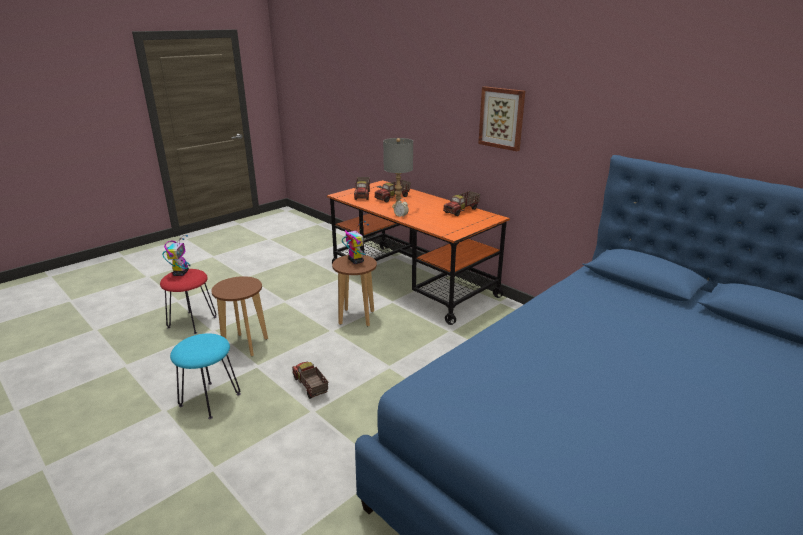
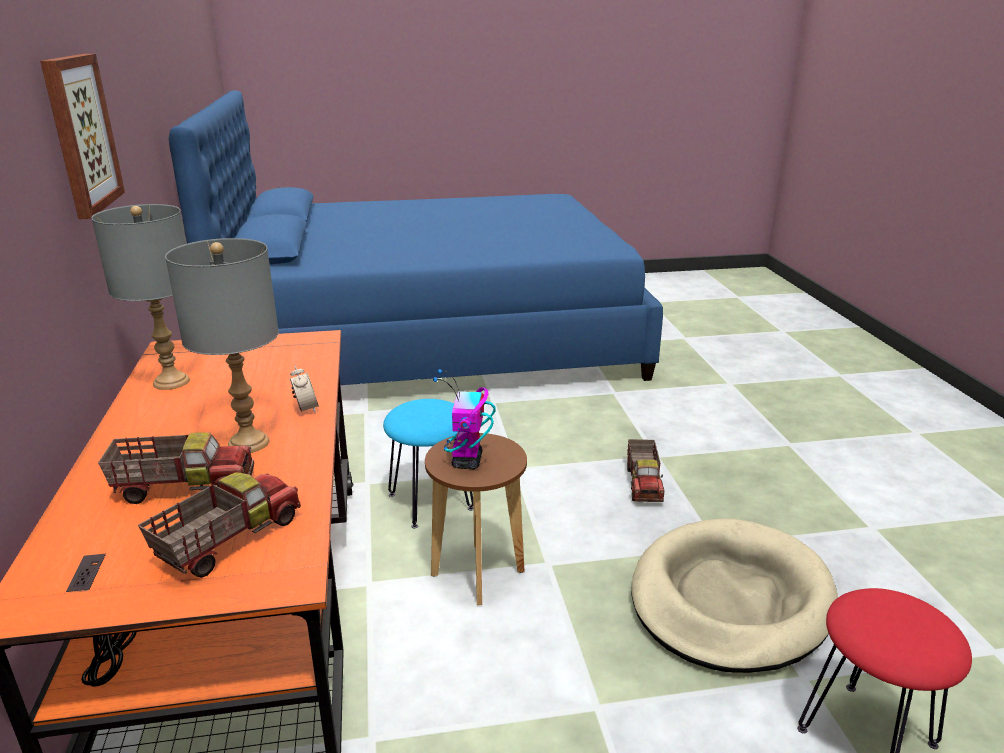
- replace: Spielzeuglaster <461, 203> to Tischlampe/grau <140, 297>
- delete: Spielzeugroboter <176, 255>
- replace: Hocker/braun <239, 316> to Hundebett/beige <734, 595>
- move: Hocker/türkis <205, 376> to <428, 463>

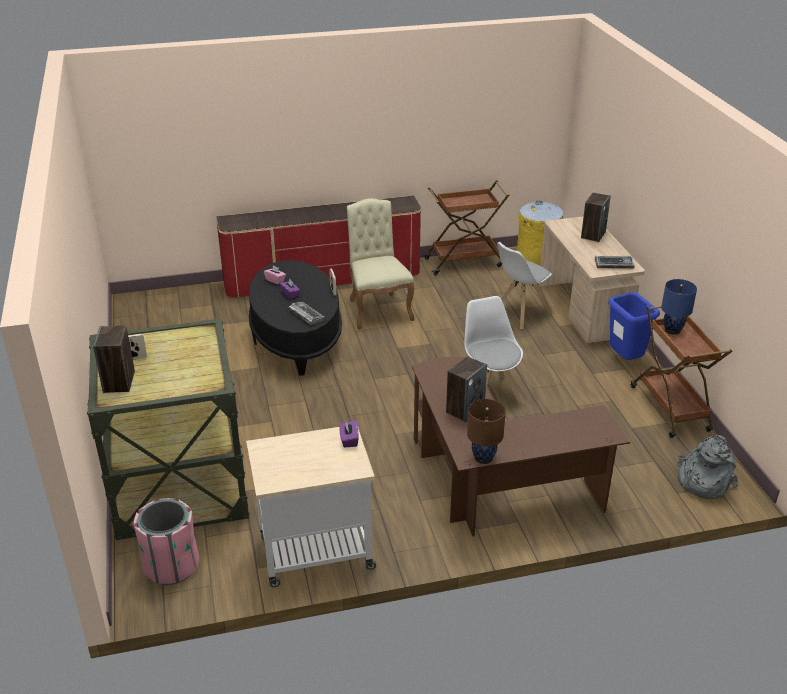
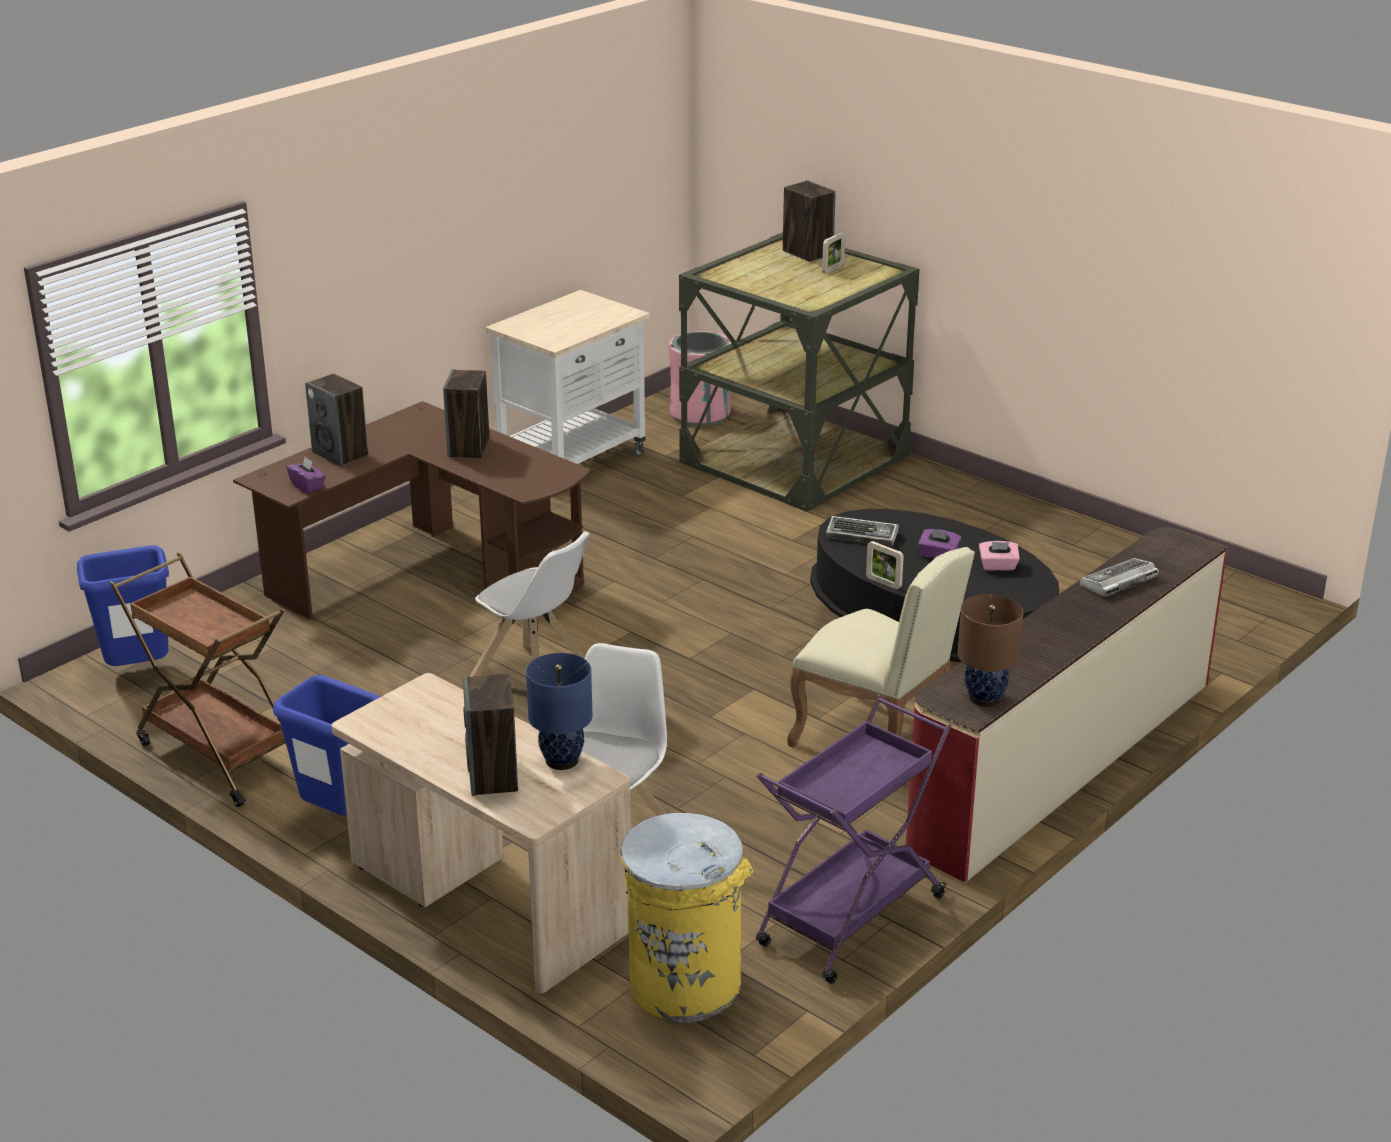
- recolor: Rollwagen/braun <466, 228> to Rollwagen/lila <854, 838>
- move: Tastatur <615, 262> to <1119, 577>
- move: Tischlampe/blau <679, 307> to <559, 711>
- move: Tischlampe/braun <486, 431> to <991, 650>
- move: Taschentuchbox/lila <349, 434> to <306, 475>
- replace: Rucksack/grau <707, 467> to Mülleimer/blau <123, 605>
- insert: Lautsprecher <336, 420>

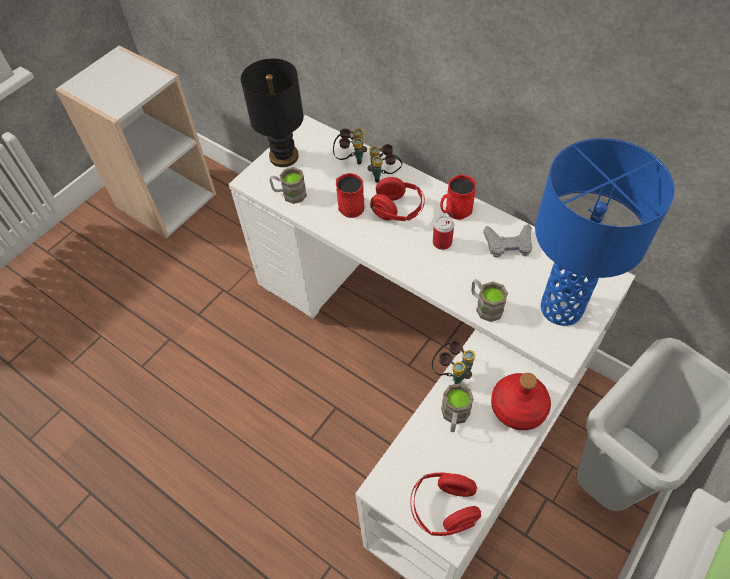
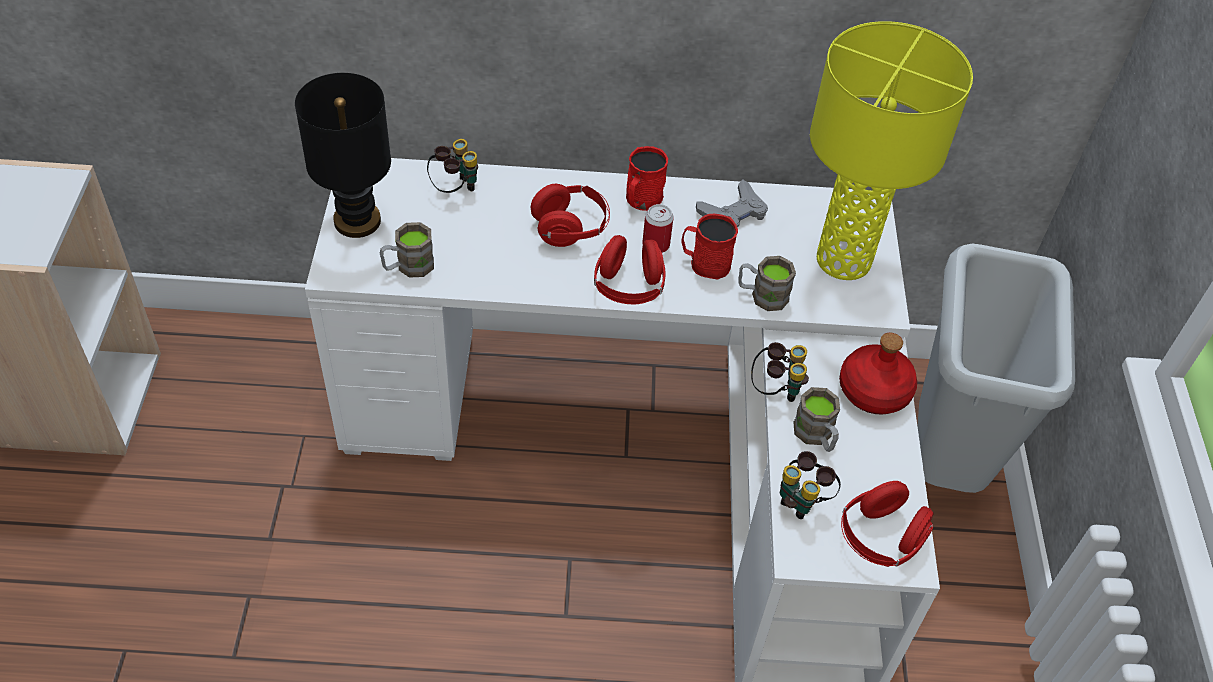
- recolor: Tischlampe/blau <605, 232> to Tischlampe/gelb <891, 150>
- move: Fernglas <385, 163> to <810, 485>
- move: Henkelbecher/rot <350, 195> to <709, 247>
- insert: Kopfhörer/rot <630, 269>

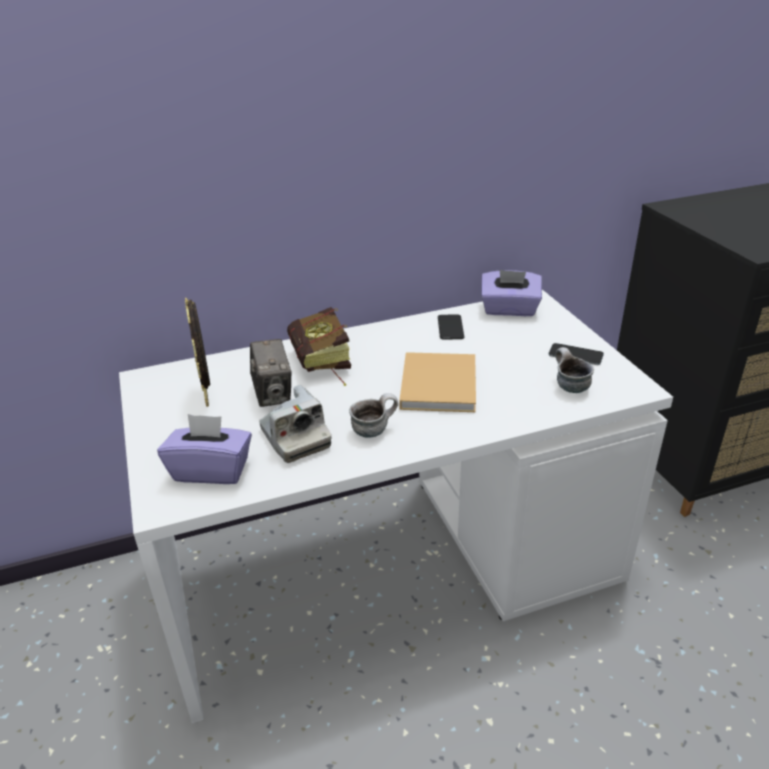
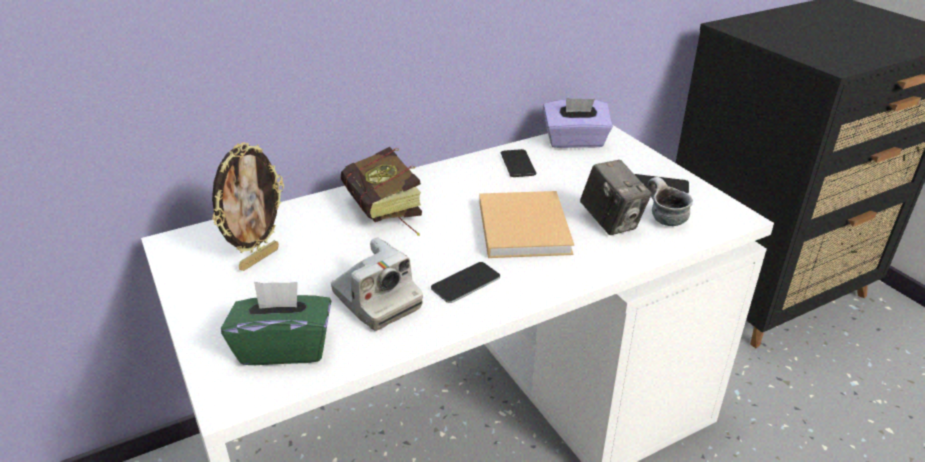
- rotate: Bilderrahmen <197, 352> = <248, 206> 120 degrees counterclockwise
- move: Kamera <271, 373> to <616, 197>
- replace: Henkelbecher <373, 415> to Handy <465, 282>
- recolor: Taschentuchbox/lila <204, 449> to Taschentuchbox/grün <276, 323>

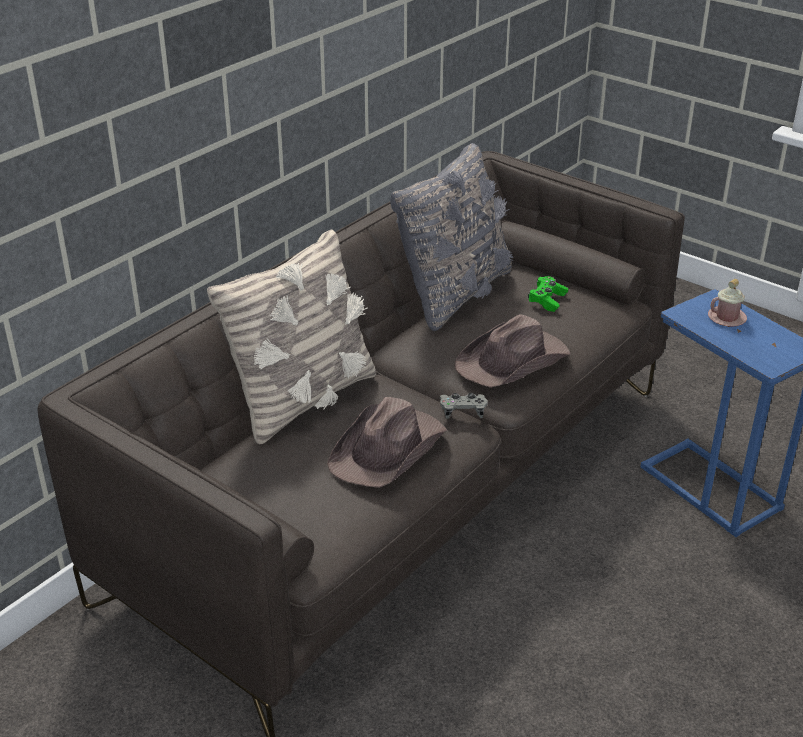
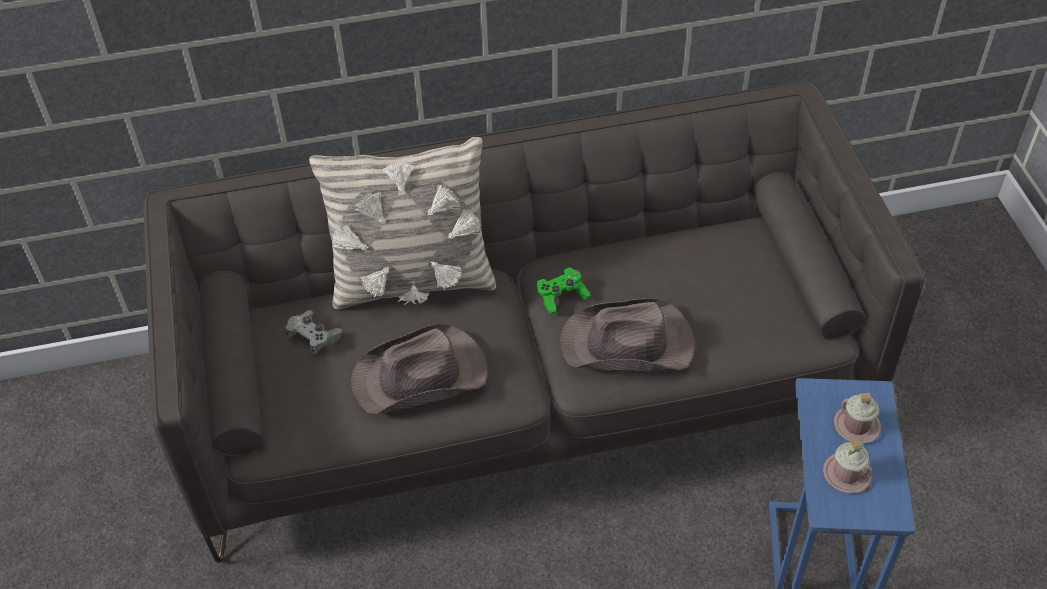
- delete: Kissen/grau <451, 237>
- move: Gamepad/grün <548, 294> to <563, 291>
- move: Gamepad/grau <463, 406> to <314, 332>
- insert: Henkelbecher/rosa <847, 466>

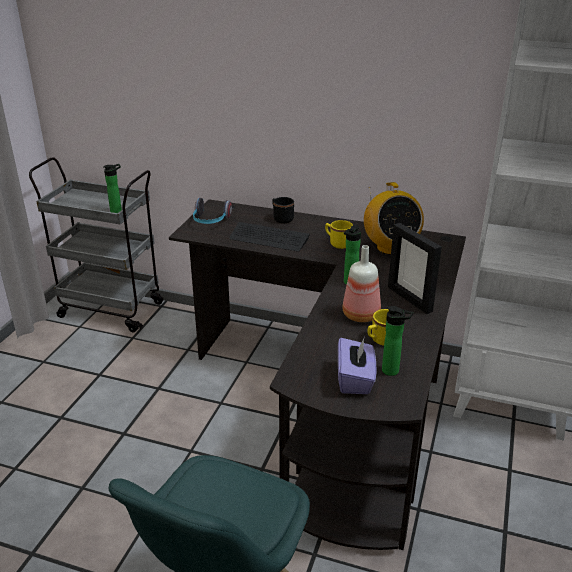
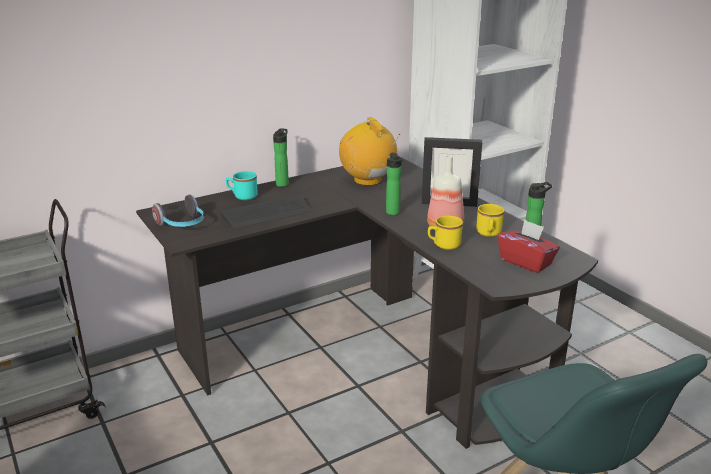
- move: Flasche <112, 188> to <281, 157>
- rotate: Radio <394, 218> = <369, 151> 150 degrees counterclockwise
- recolor: Henkelbecher/schwarz <283, 210> to Henkelbecher/türkis <241, 185>
- move: Henkelbecher/gelb <339, 234> to <445, 233>
- recolor: Taschentuchbox/lila <357, 366> to Taschentuchbox/rot <529, 246>

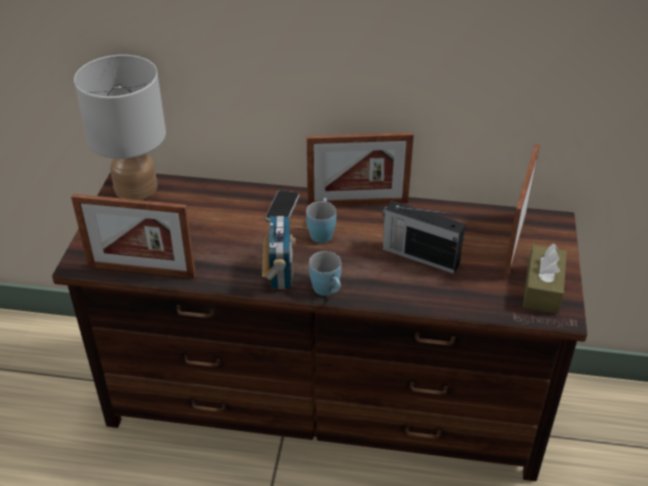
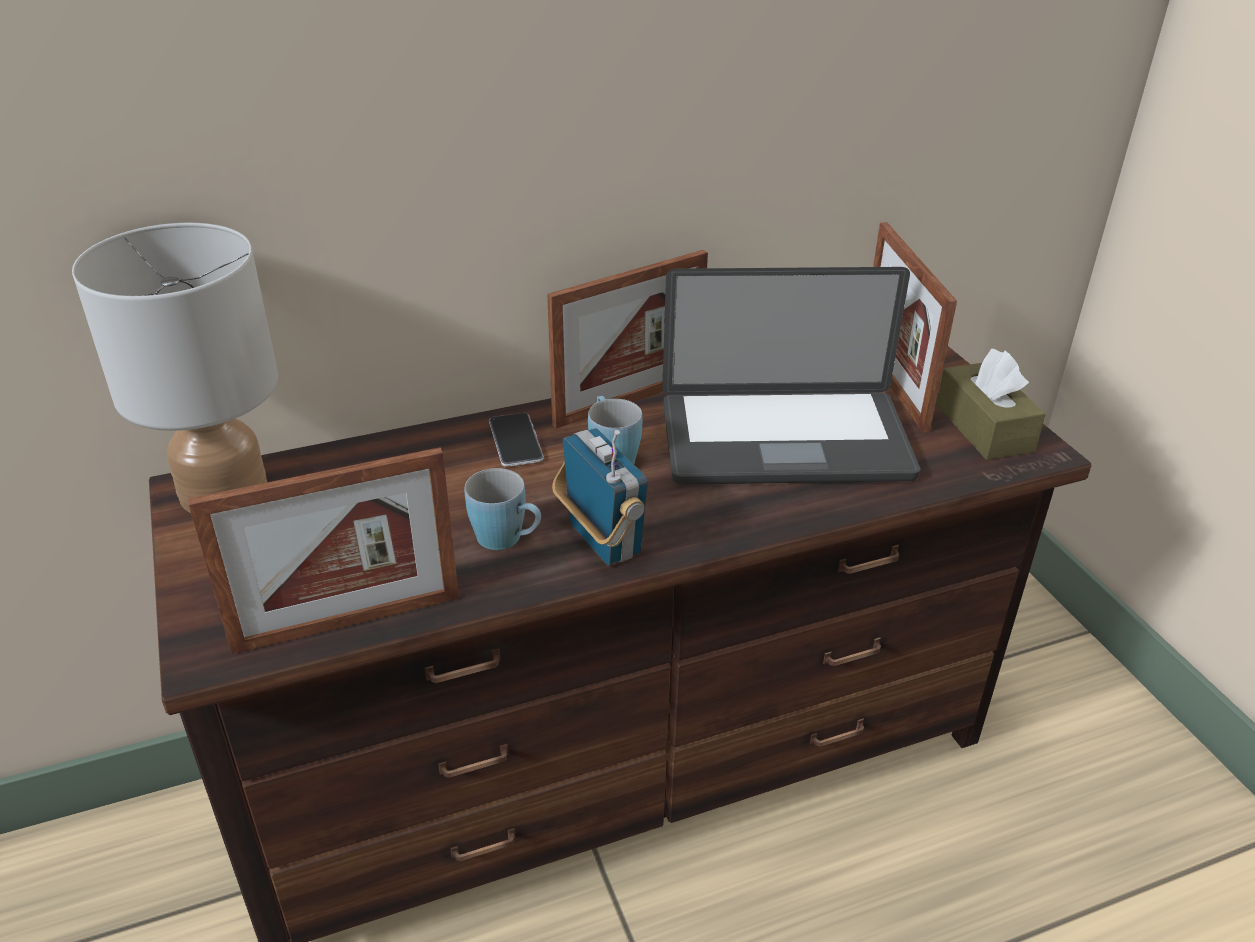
- replace: Radio <423, 237> to Laptop <791, 376>
- move: Henkelbecher/blau <325, 273> to <502, 509>

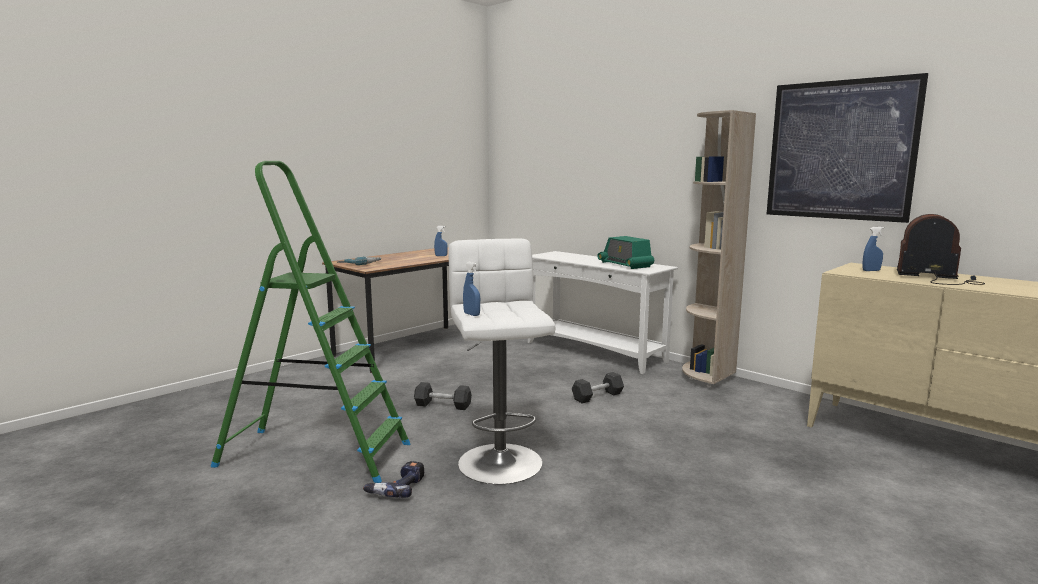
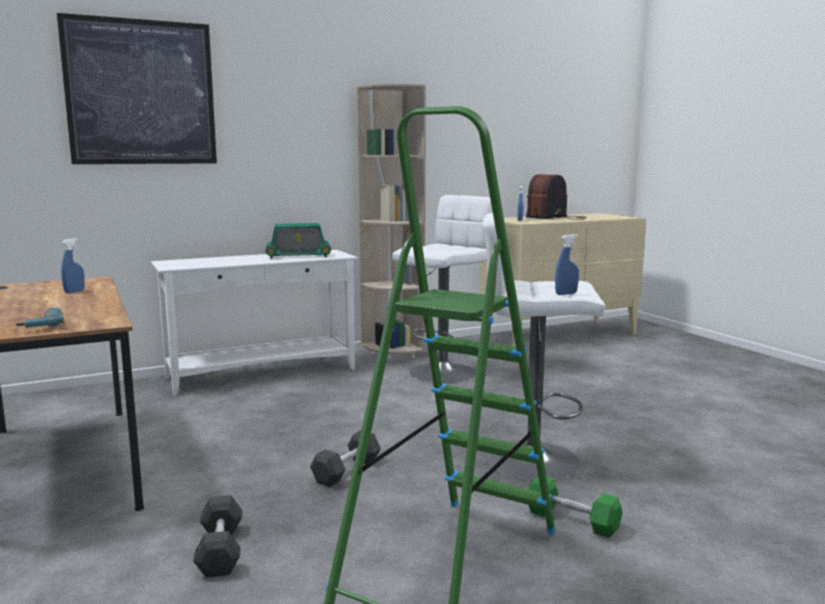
- move: Bild <847, 148> to <137, 88>
- move: Hantel/grau <598, 388> to <217, 536>
- replace: Bohrmaschine <393, 479> to Hantel/grün <575, 507>
- insert: Hocker/weiß <442, 289>

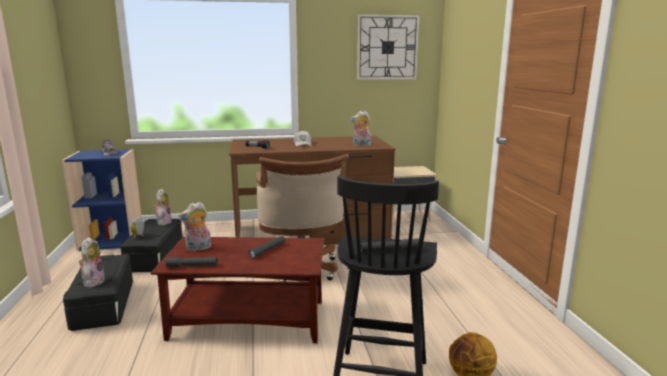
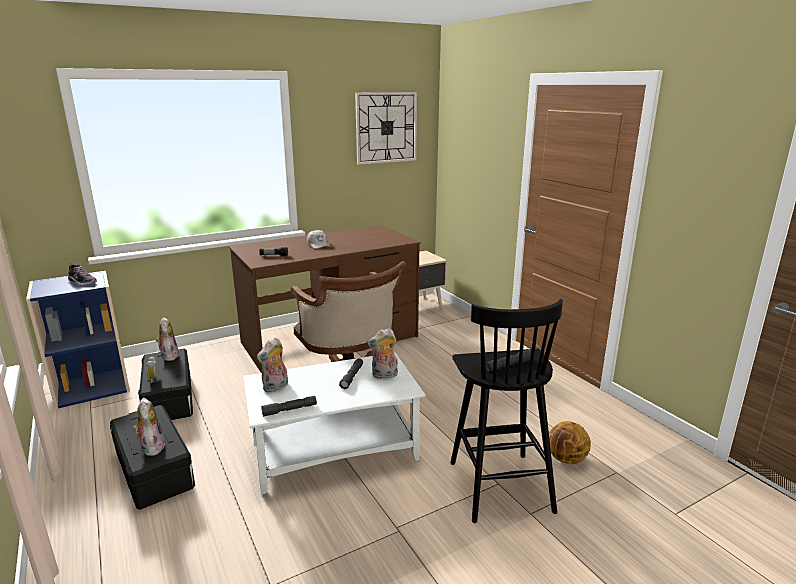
- move: Plüschtier <361, 128> to <382, 353>
- recolor: Couchtisch/braun <237, 290> to Couchtisch/weiß <334, 424>

